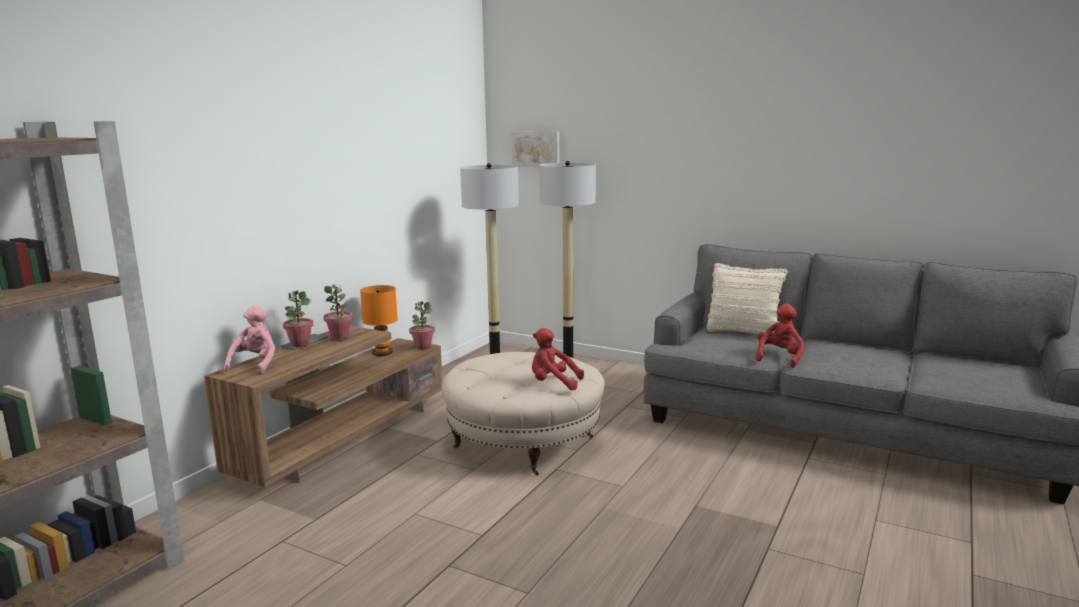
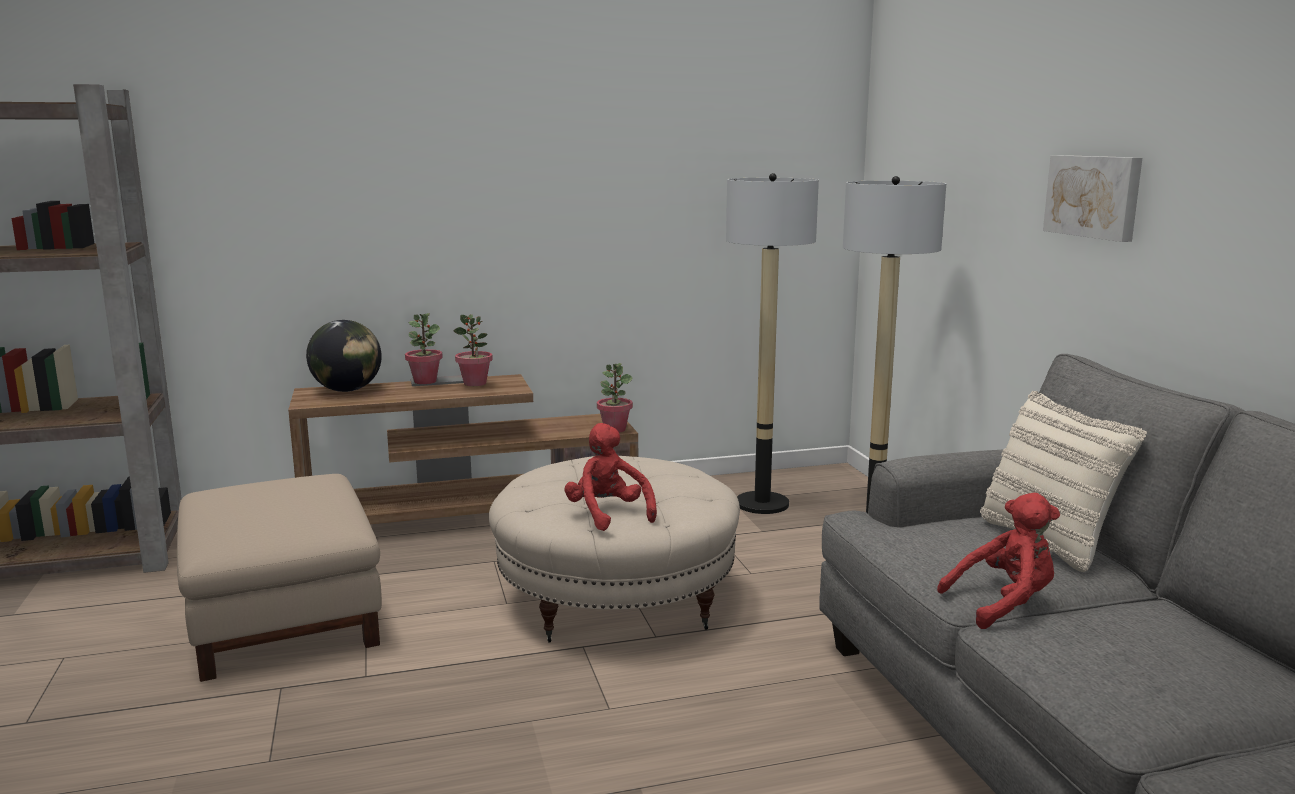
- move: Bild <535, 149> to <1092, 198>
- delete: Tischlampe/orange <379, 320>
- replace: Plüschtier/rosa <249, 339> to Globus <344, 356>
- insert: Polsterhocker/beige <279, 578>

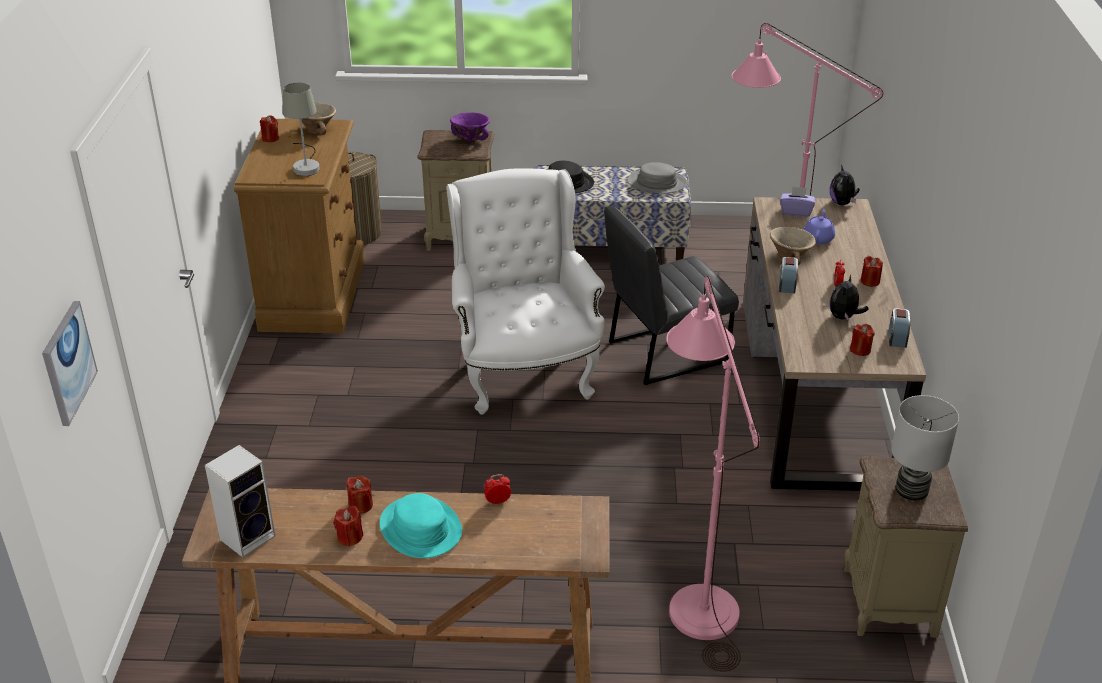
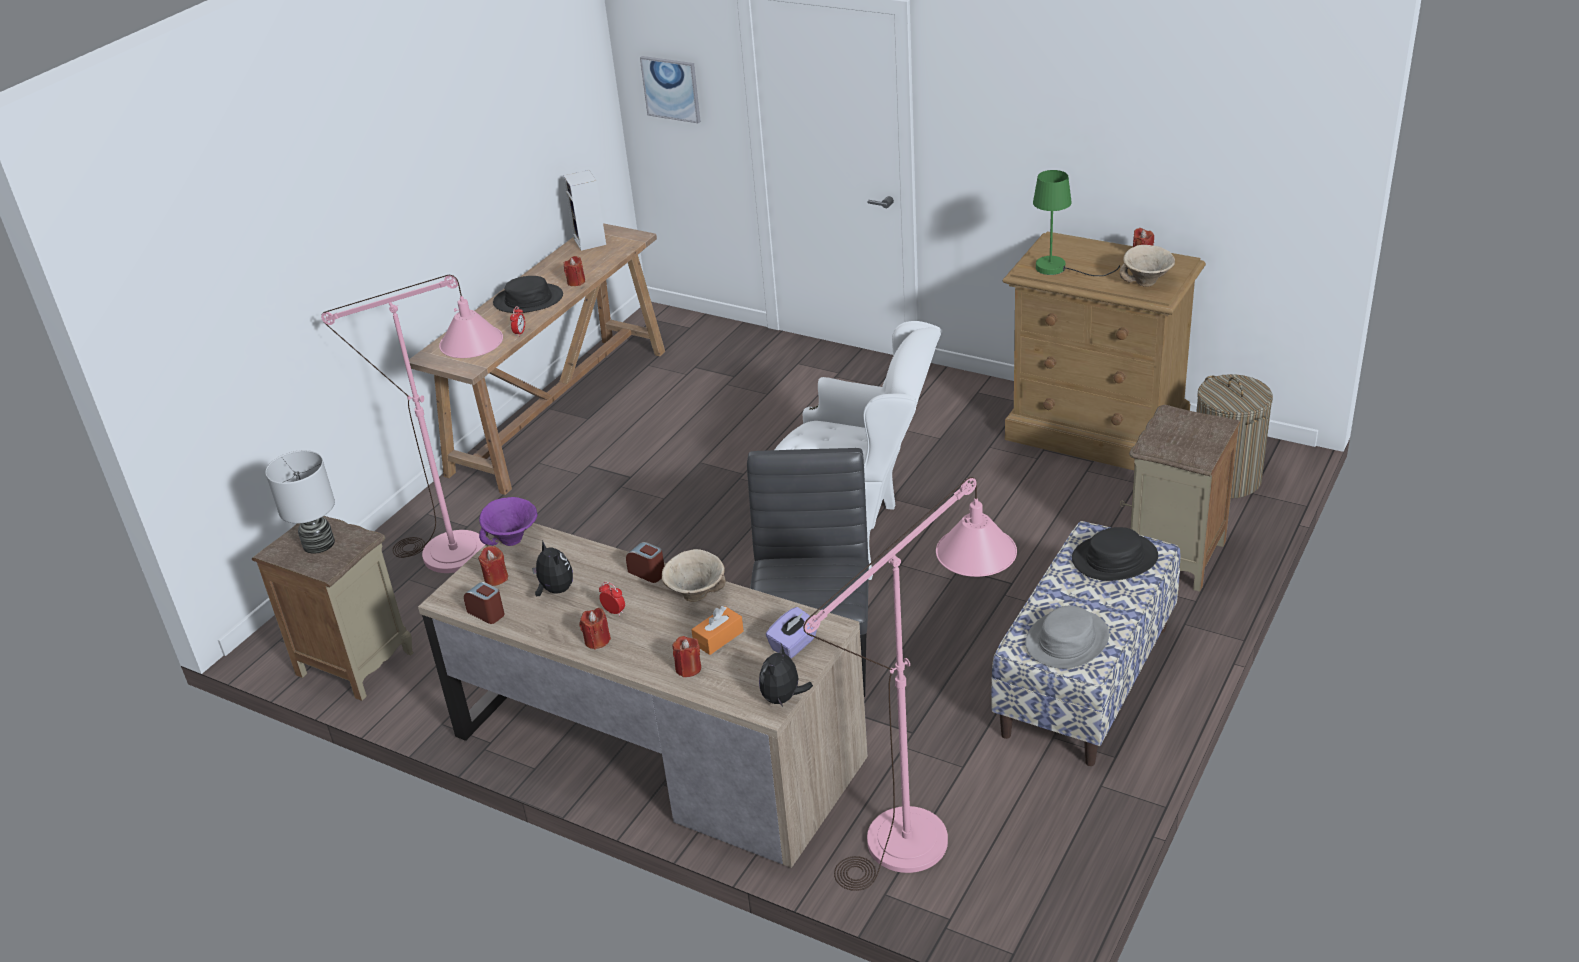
- recolor: Tischlampe/grau <301, 129> to Tischlampe/grün <1076, 223>
- move: Schüssel/lila <470, 126> to <508, 521>
- rotate: Plüschtier <845, 185> = <786, 675> 90 degrees counterclockwise
- replace: Teekanne/lila <819, 226> to Taschentuchbox/orange <717, 630>
- recolor: Hut/türkis <421, 525> to Hut/schwarz <528, 294>
- move: Kerze/rot <348, 526> to <686, 656>

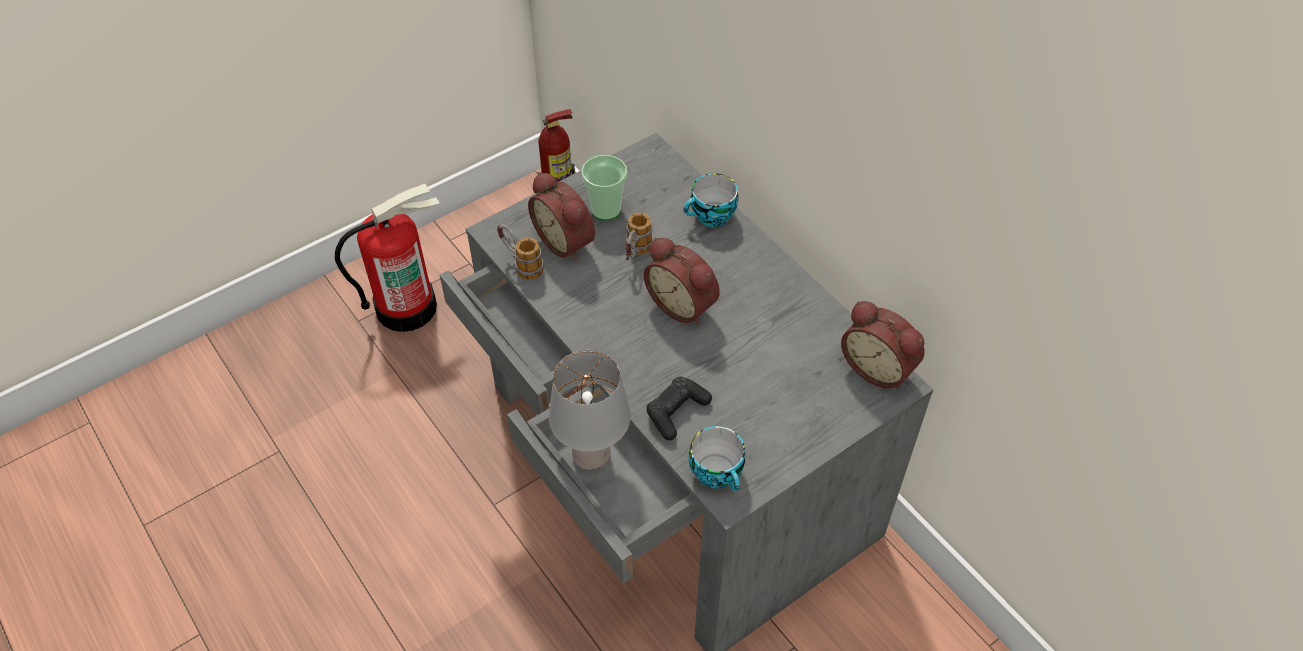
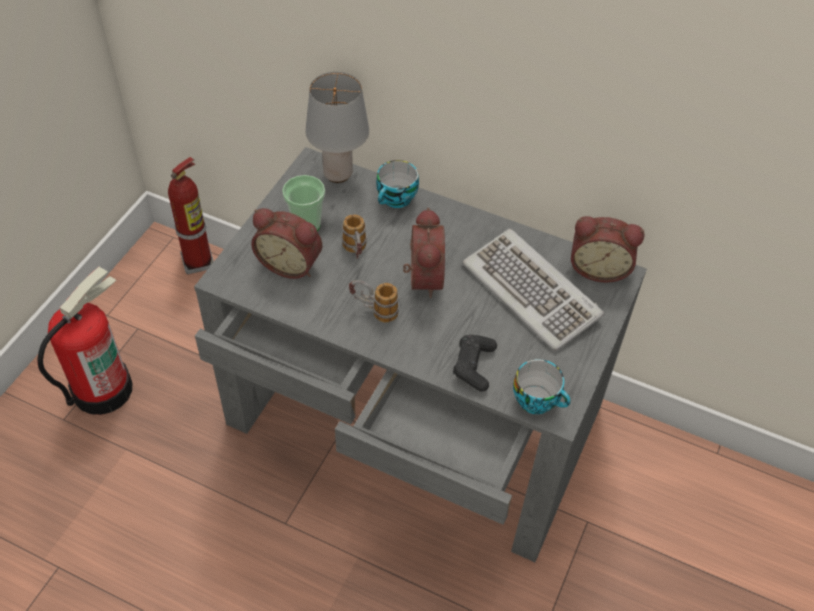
- move: Henkelbecher <520, 252> to <374, 301>
- rotate: Wecker <682, 281> = <424, 253> 105 degrees counterclockwise
- move: Tischlampe/grau <590, 410> to <337, 127>
- insert: Tastatur <533, 290>

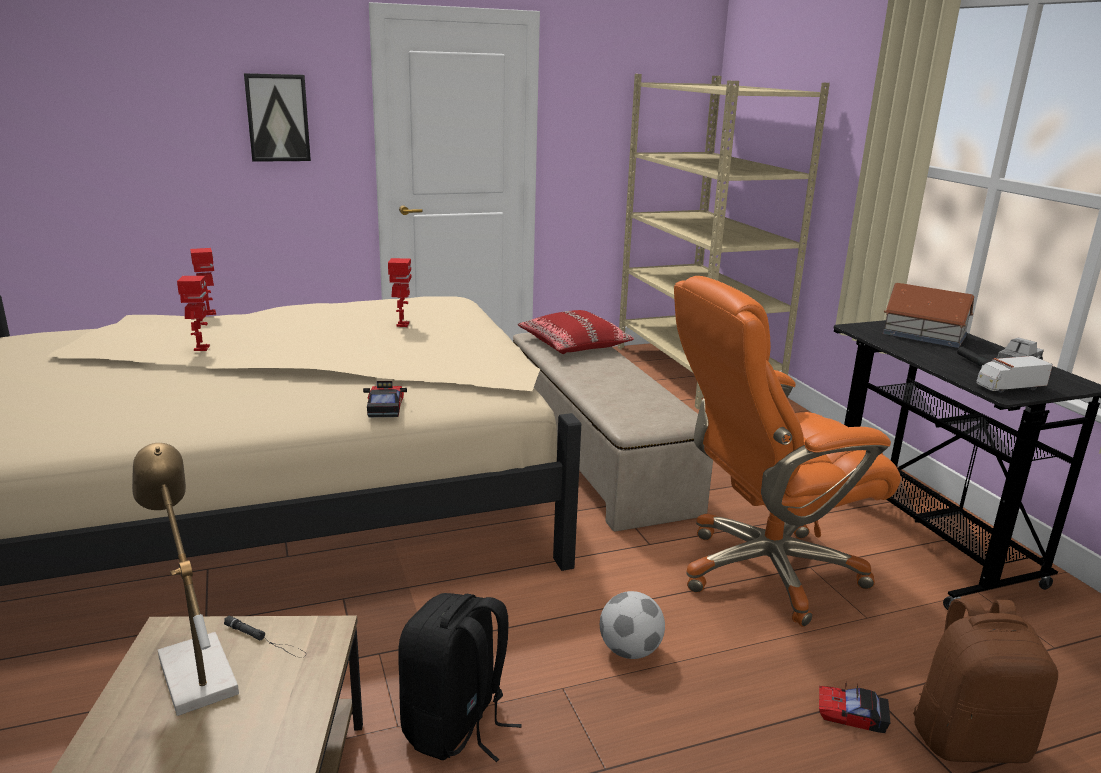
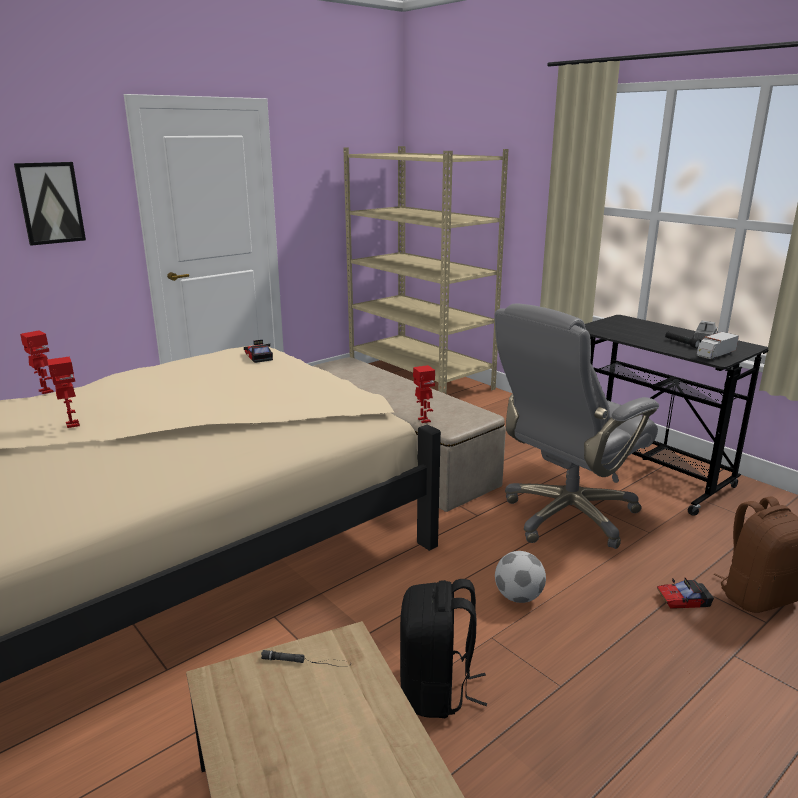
- move: Spielzeugroboter <399, 292> to <424, 394>
- recolor: Bürostuhl/orange <787, 451> to Bürostuhl/grau <577, 426>
- delete: Spielzeughaus <928, 315>
- delete: Kissen/rot <576, 332>
- move: Spielzeugauto <385, 399> to <258, 351>
- delete: Tischlampe <185, 579>

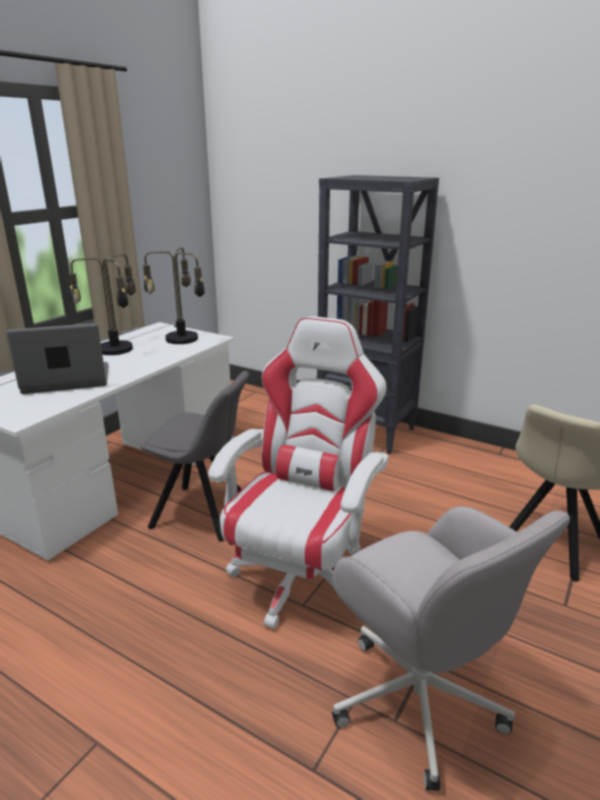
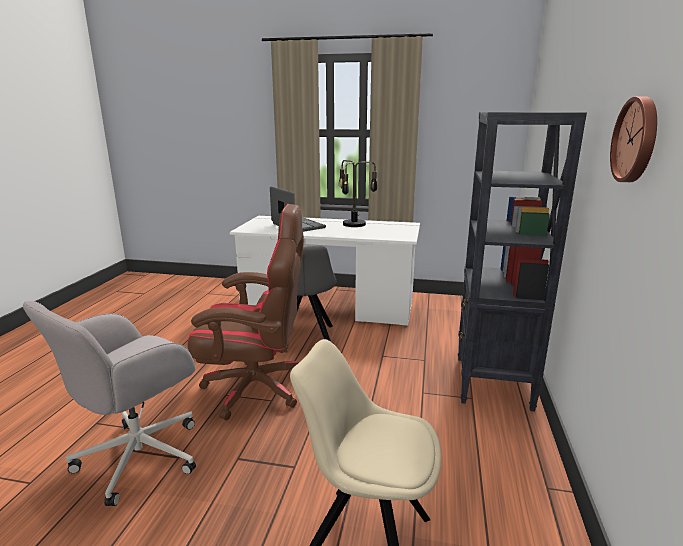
- delete: Tischlampe <174, 295>
- recolor: Bürostuhl/weiß <298, 472> to Bürostuhl/braun <246, 312>
- insert: Wanduhr <633, 139>

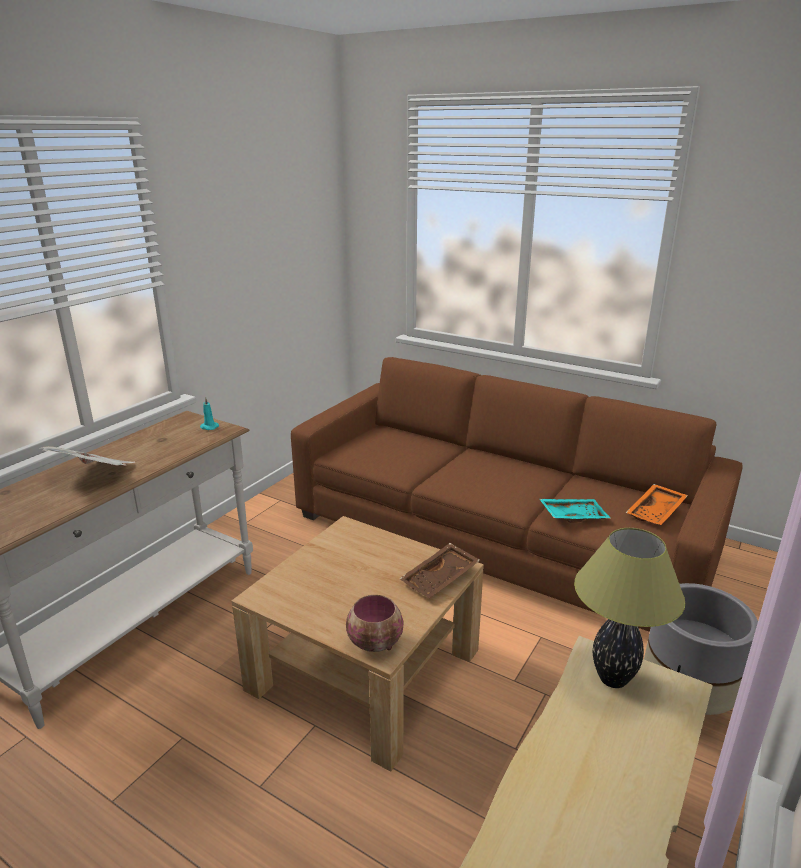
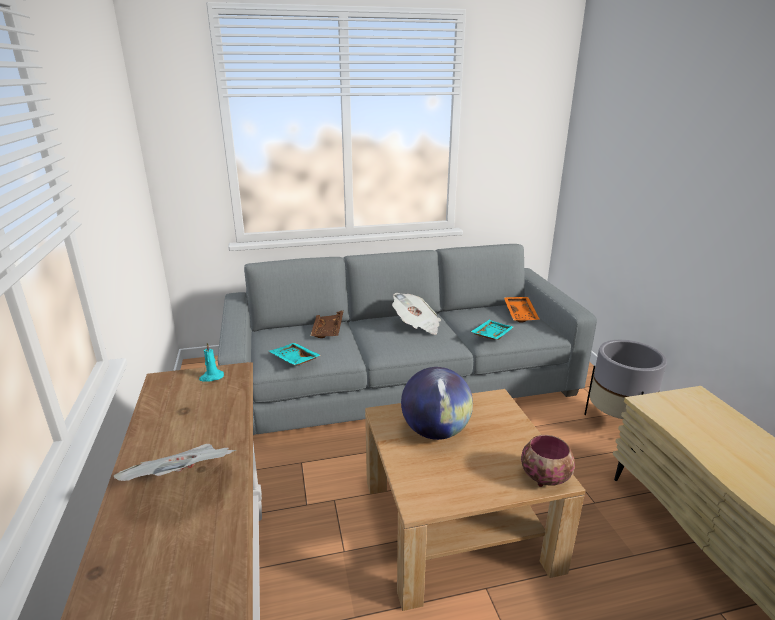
- recolor: Sofa/braun <516, 494> to Sofa/grau <407, 339>
- delete: Tischlampe <629, 608>
- move: Tablett/braun <439, 570> to <327, 324>
- insert: Zeitung <416, 314>
- insert: Tablett/türkis <295, 354>
- insert: Globus <437, 403>

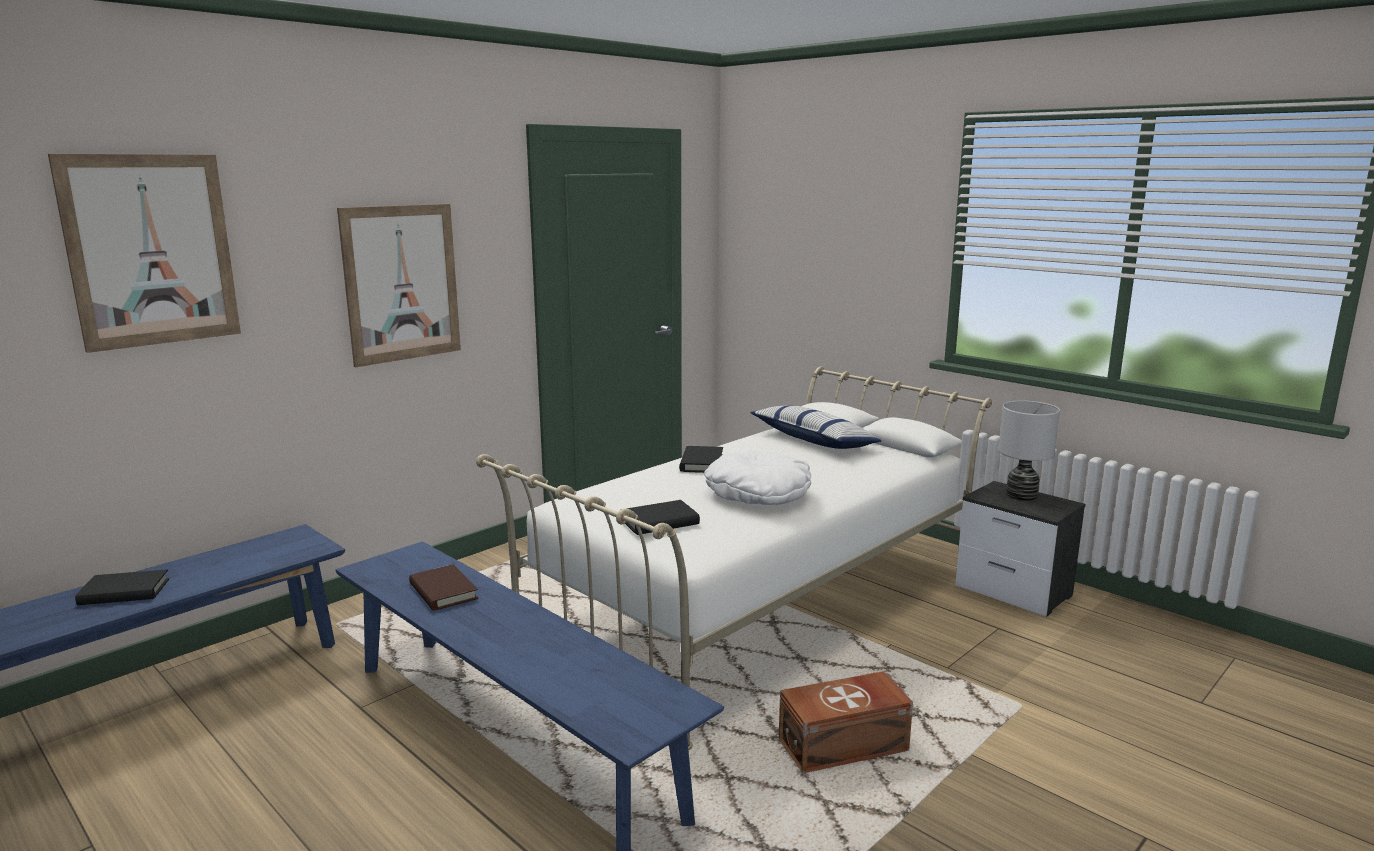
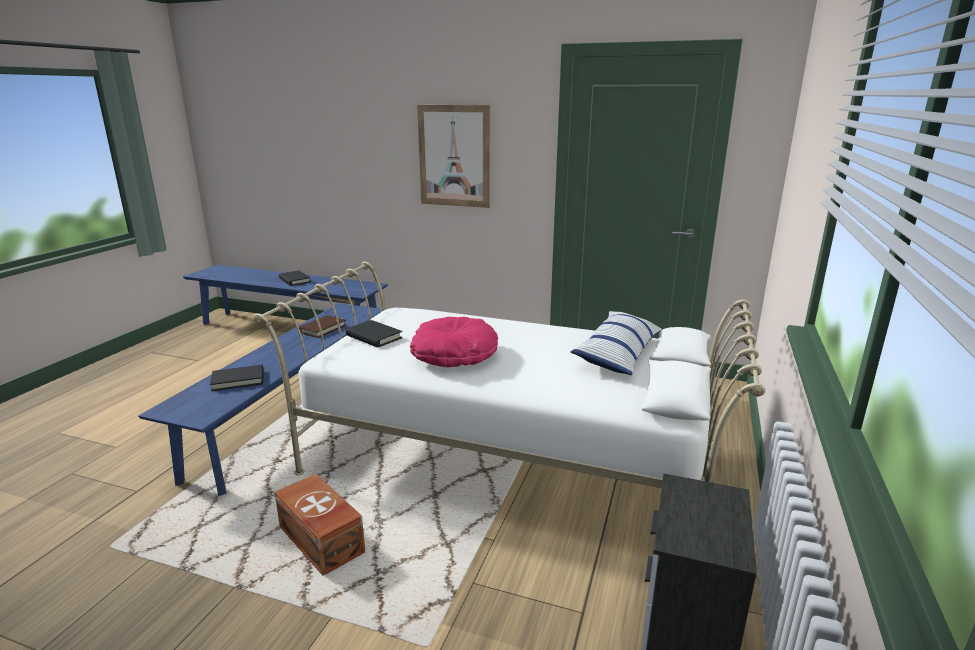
- delete: Bild <144, 253>
- delete: Tischlampe/grau <1029, 450>
- move: Buch/schwarz <701, 459> to <237, 378>
- recolor: Kissen/weiß <757, 477> to Kissen/rosa <454, 342>

